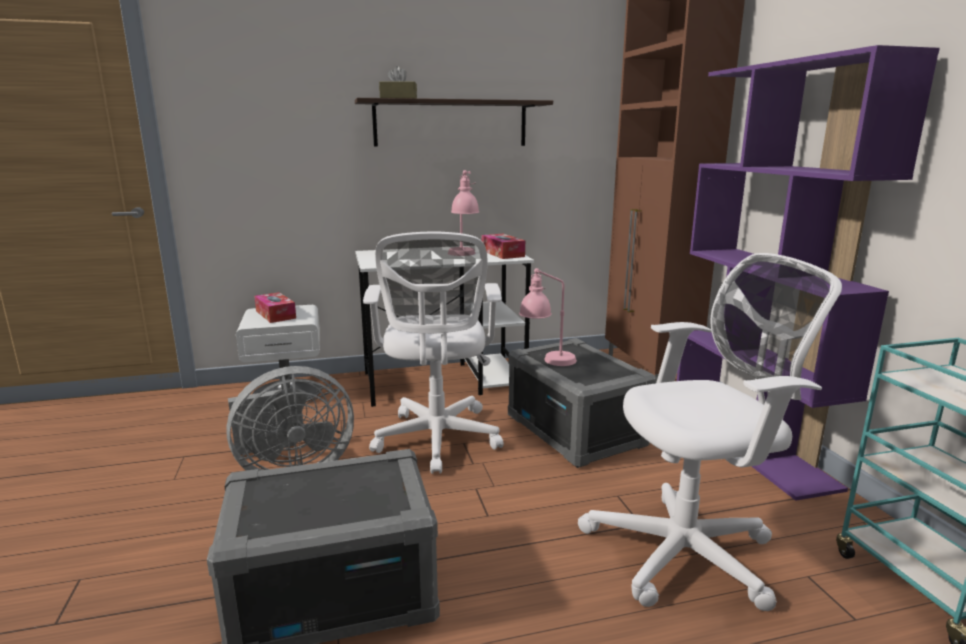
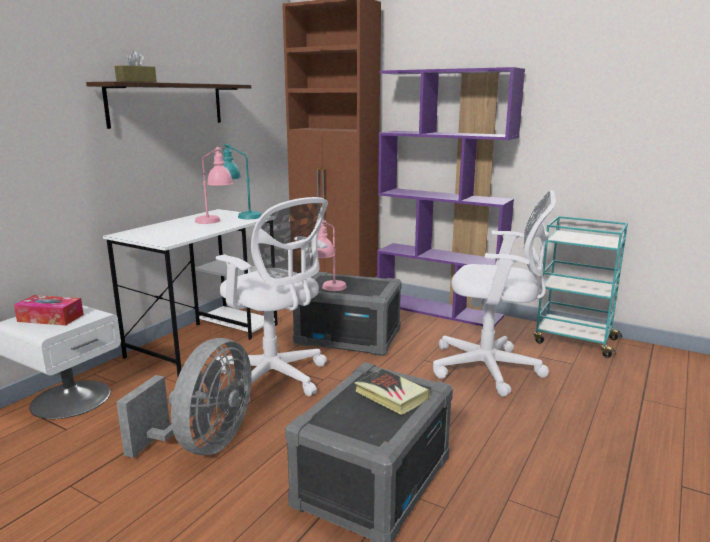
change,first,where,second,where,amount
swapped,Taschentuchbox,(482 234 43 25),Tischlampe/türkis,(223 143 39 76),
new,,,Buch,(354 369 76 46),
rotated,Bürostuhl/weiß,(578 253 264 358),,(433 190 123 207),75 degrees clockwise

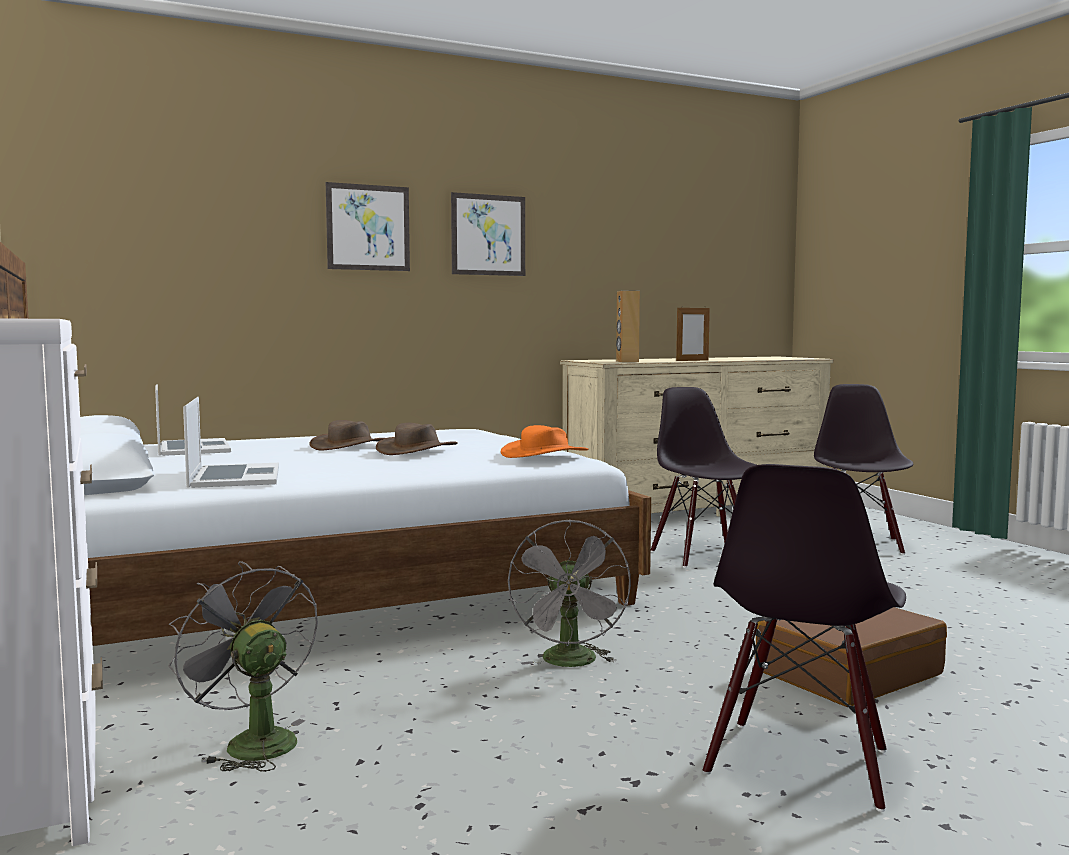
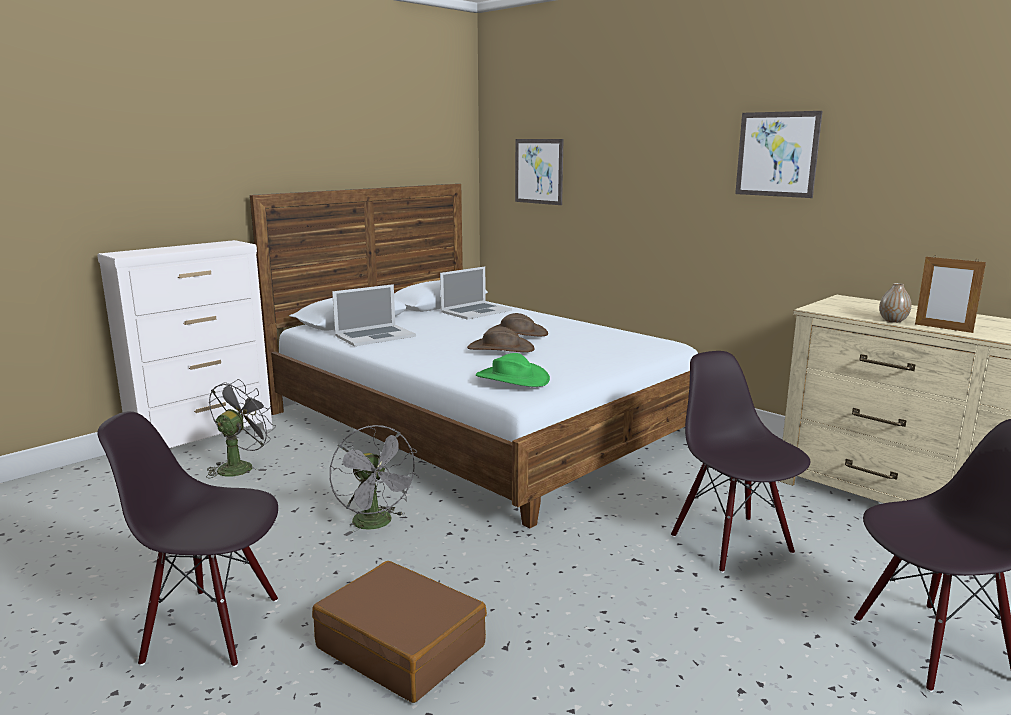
change,first,where,second,where,amount
rotated,Ventilator/grau,(508 519 123 148),,(330 425 89 111),105 degrees counterclockwise
repainted,Hut/orange,(501 425 88 33),Hut/grün,(476 353 74 34),
shifted,Bild,(326 182 84 89),,(515 139 49 66),
rotated,Stuhl/schwarz,(651 387 105 181),,(671 351 139 222),75 degrees counterclockwise
new,,,Vase,(879 283 33 40),
gone,Lautsprecher/braun,(616 291 24 71),,,

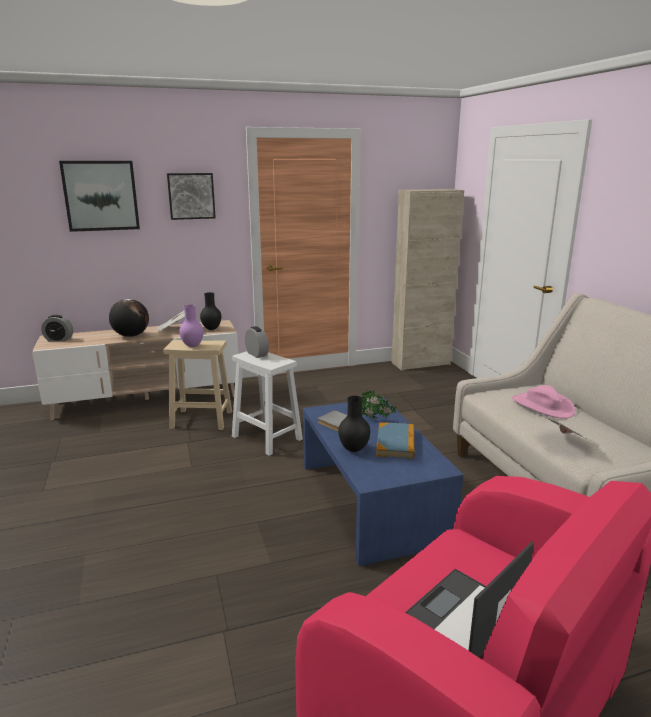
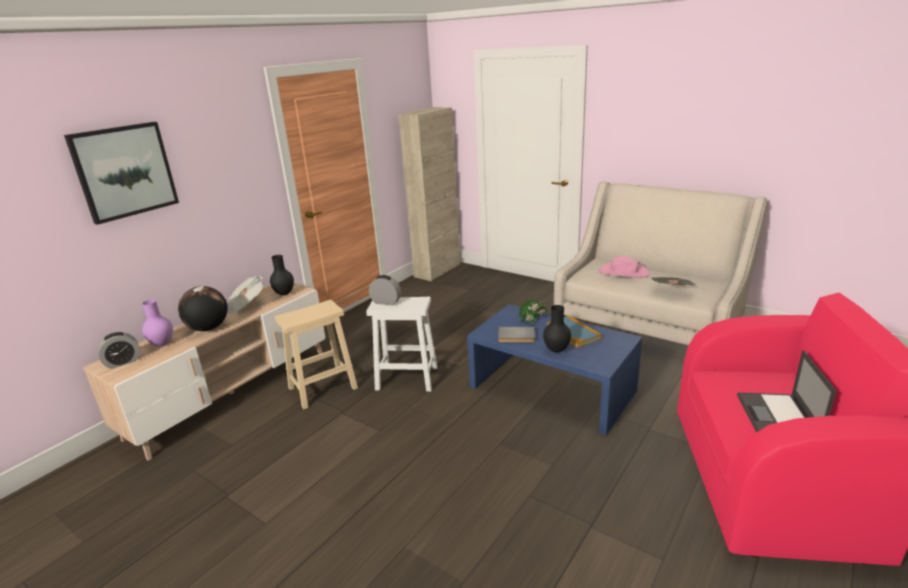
change,first,where,second,where,amount
shifted,Vase/lila,(179 305 25 42),,(142 299 31 47),
gone,Bild,(167 173 49 47),,,

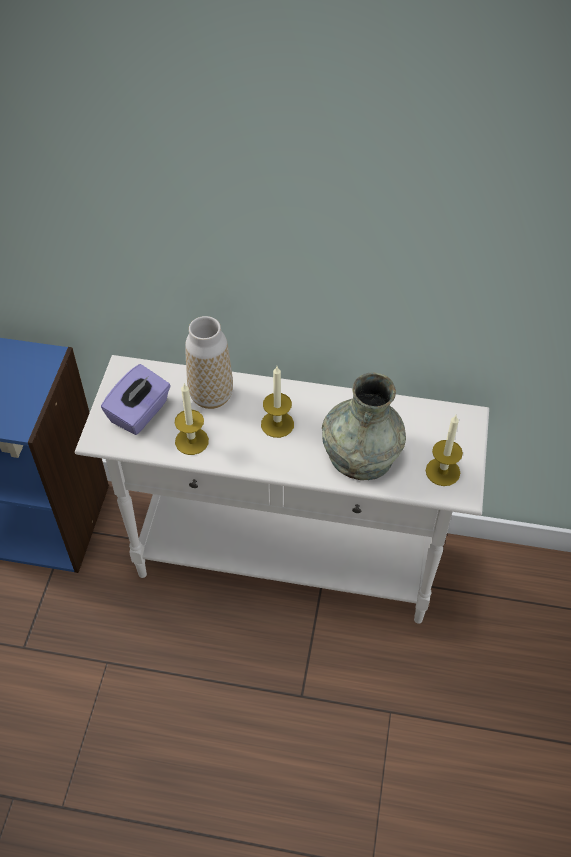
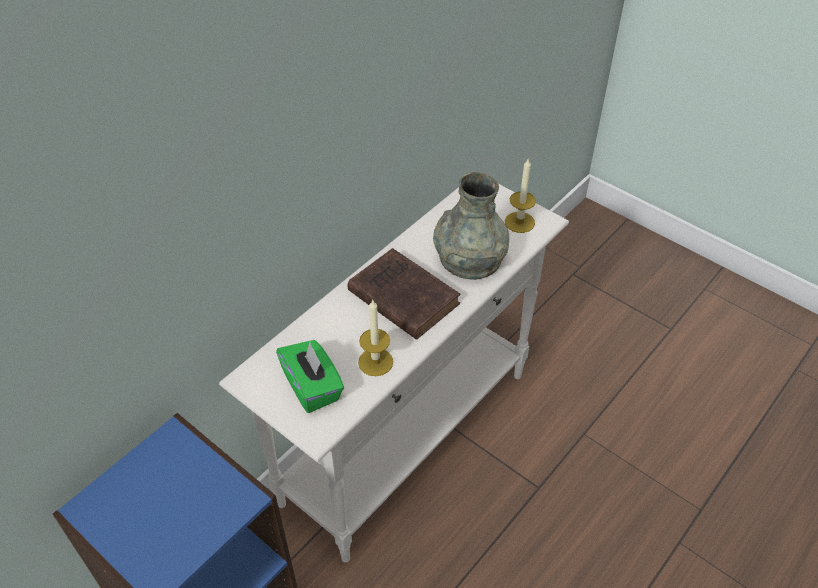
change,first,where,second,where,amount
repainted,Taschentuchbox/lila,(101 364 70 71),Taschentuchbox/grün,(276 340 68 73),
swapped,Kerze,(261 366 33 72),Buch/braun,(348 248 113 92),
gone,Vase,(185 316 48 93),,,

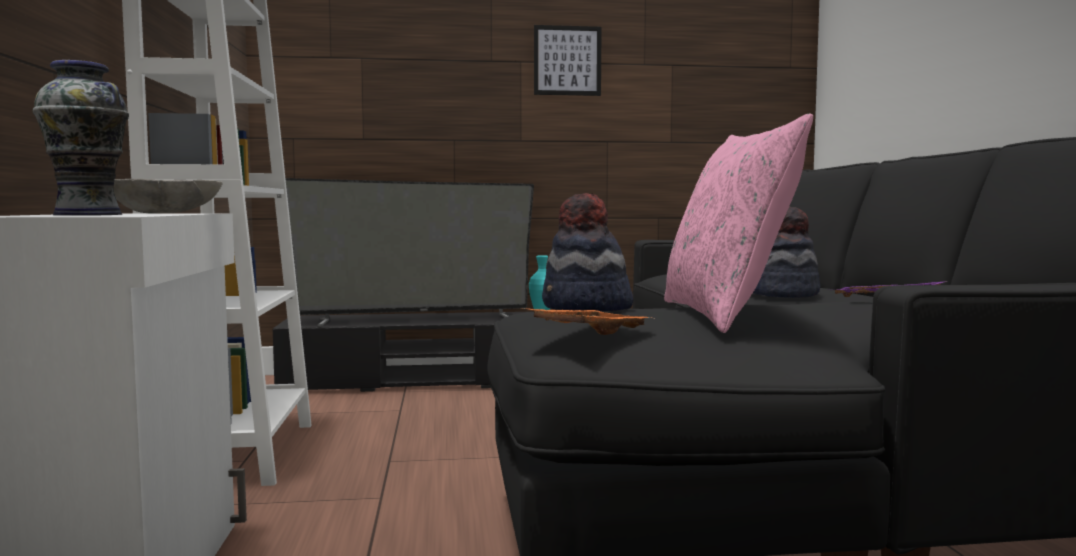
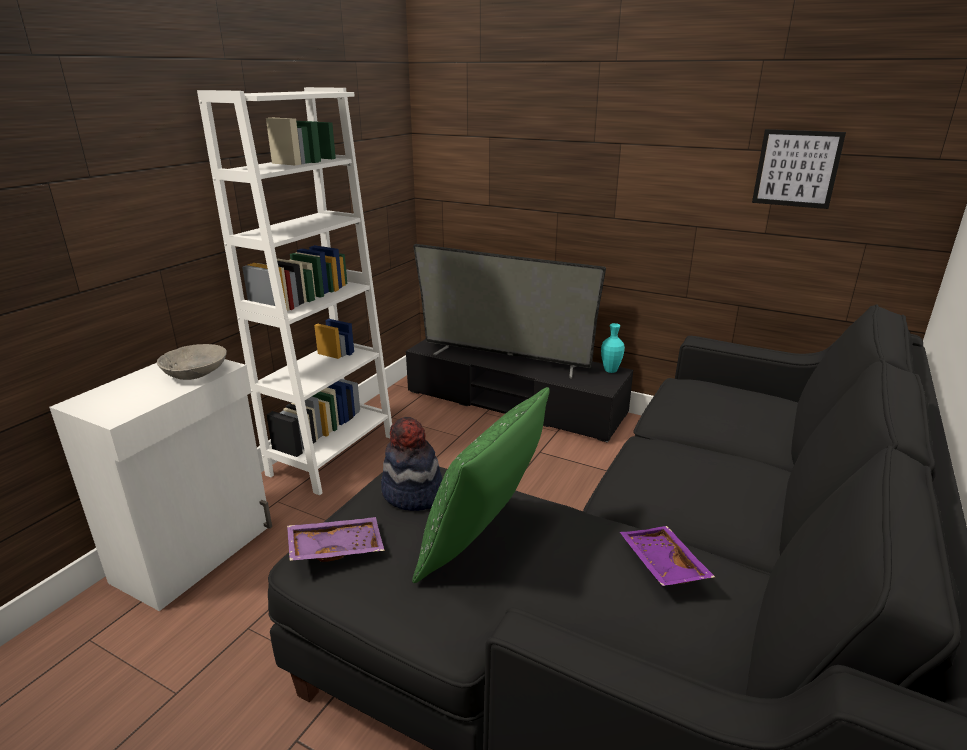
change,first,where,second,where,amount
repainted,Tablett/orange,(522 308 128 27),Tablett/lila,(287 517 98 45),
repainted,Kissen/rosa,(664 114 149 219),Kissen/grün,(412 387 138 196),
shifted,Bild,(534 25 68 71),,(752 129 94 80),
gone,Vase,(33 60 96 155),,,
gone,Hut,(753 206 67 92),,,

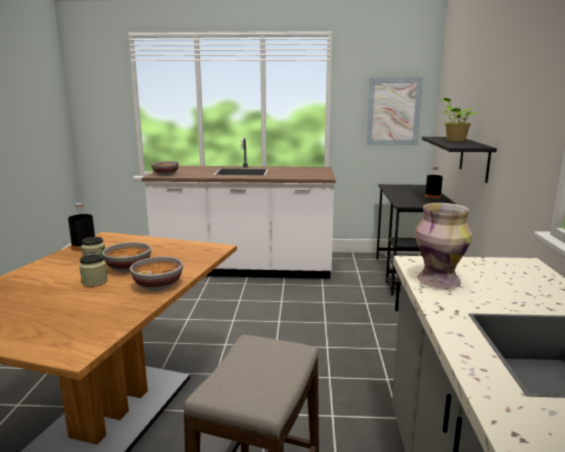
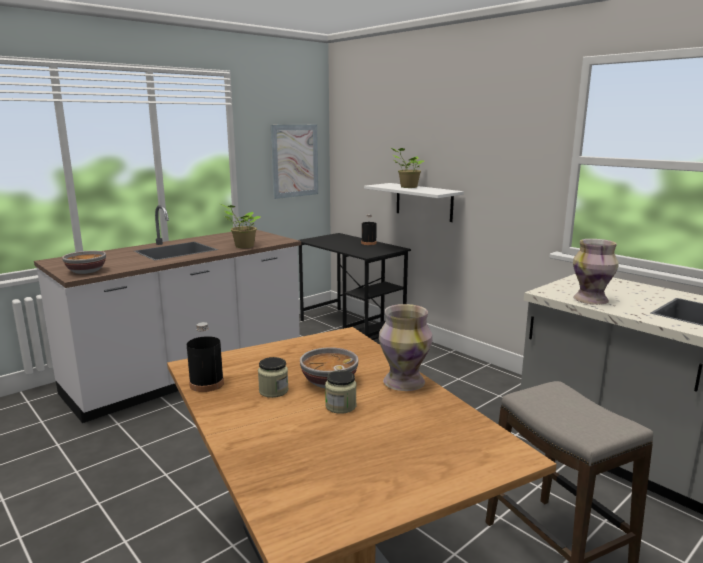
change,first,where,second,where,amount
new,,,Topfpflanze,(220 204 41 44),
repainted,Wandregal/schwarz,(422 137 75 46),Wandregal/weiß,(364 183 100 39),
swapped,Schüssel,(130 257 53 34),Vase,(379 304 53 87),

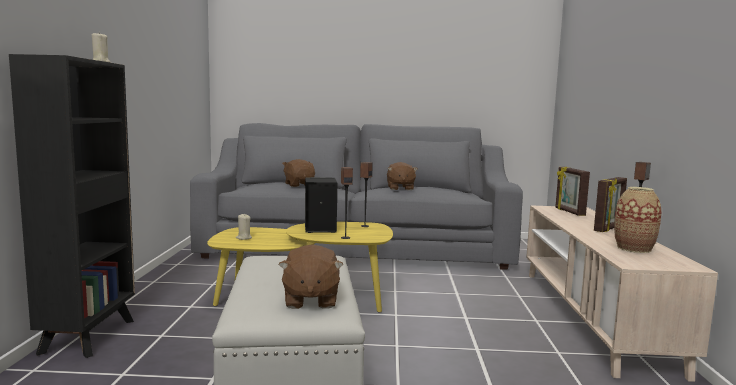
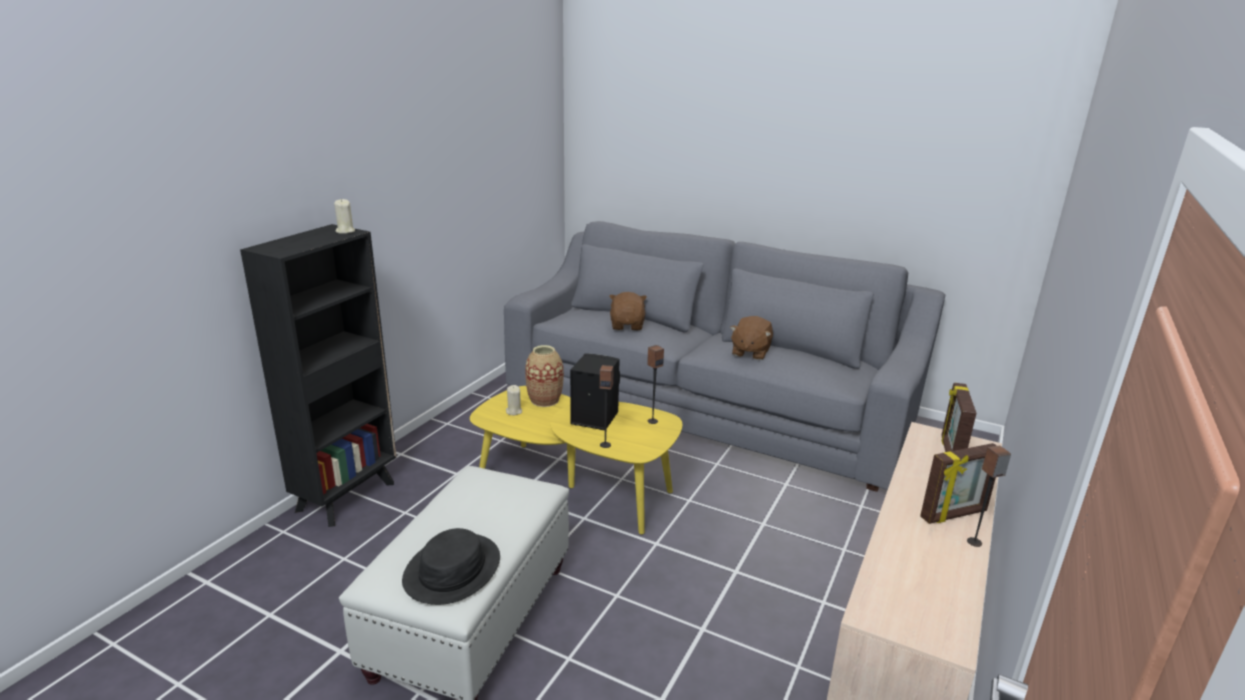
change,first,where,second,where,amount
swapped,Plüschtier/braun,(278 244 66 65),Hut/schwarz,(402 528 98 77),
shifted,Vase,(614 187 47 66),,(526 345 38 62),

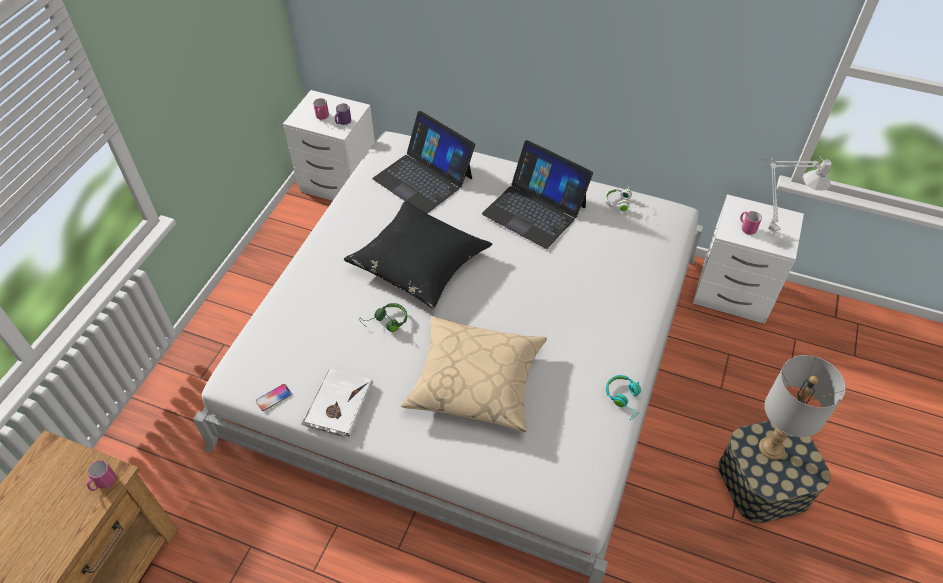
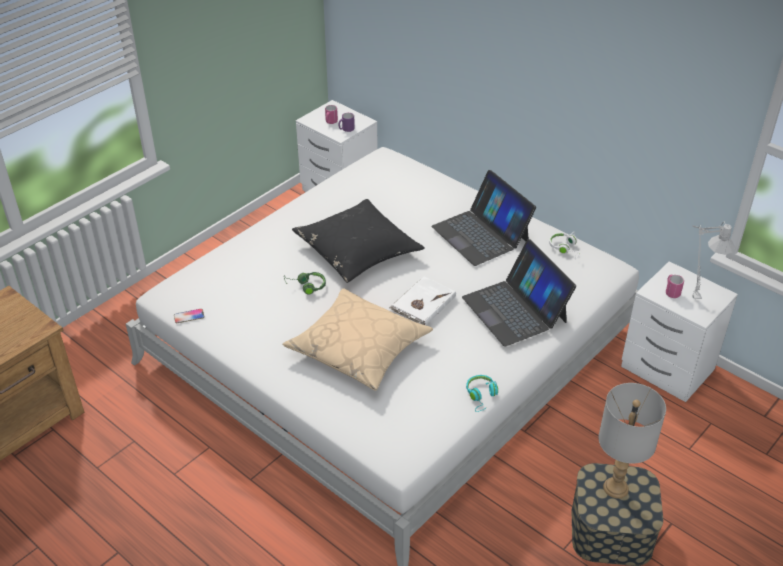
change,first,where,second,where,amount
shifted,Buch/weiß,(302 369 71 68),,(389 277 67 48),
shifted,Laptop,(372 111 103 103),,(462 239 114 108),
gone,Henkelbecher/rosa,(87 460 29 31),,,

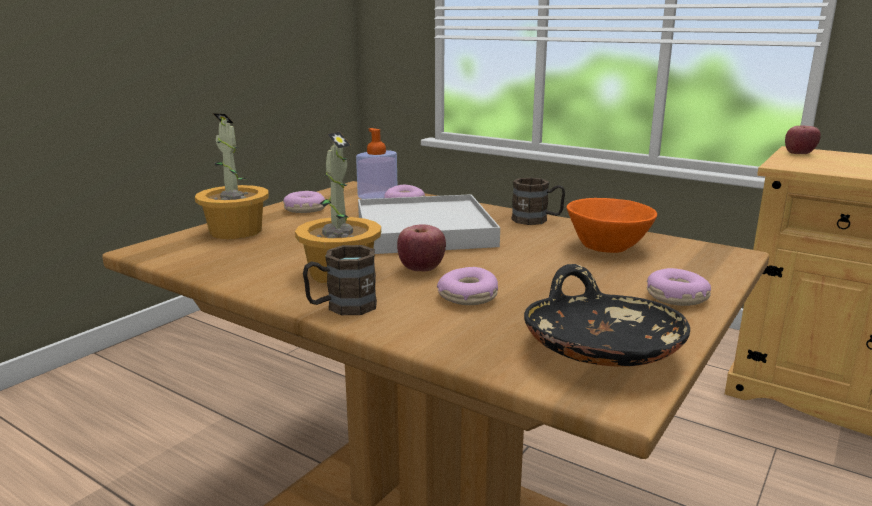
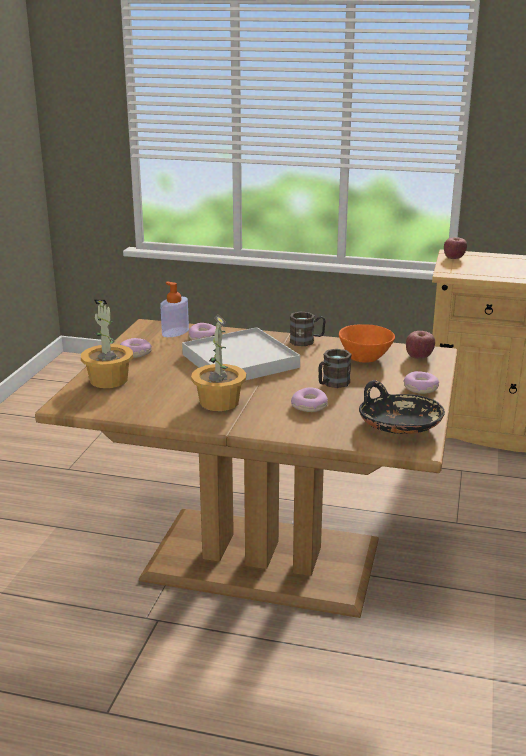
change,first,where,second,where,amount
shifted,Henkelbecher/braun,(303 245 74 70),,(318 349 34 39),
shifted,Apfel,(397 224 49 47),,(406 331 29 28),

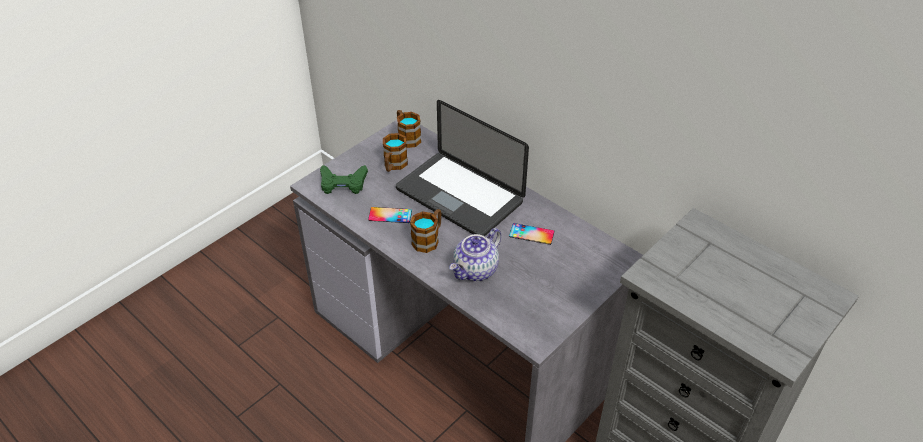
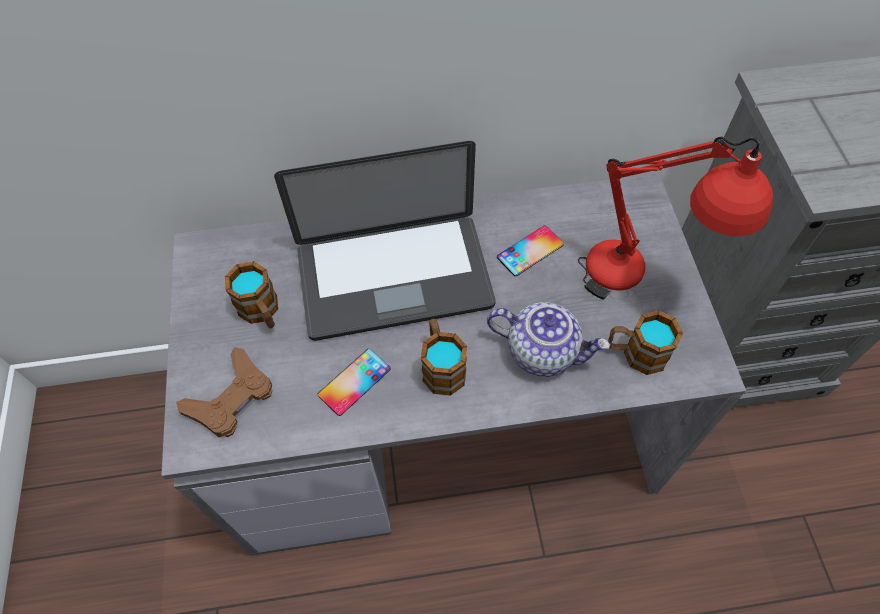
change,first,where,second,where,amount
repainted,Gamepad/grün,(320 165 48 29),Gamepad/braun,(176 347 96 90),
rotated,Teekanne,(449 228 52 53),,(487 302 123 75),60 degrees counterclockwise
new,,,Tischlampe/rot,(578 137 195 163),
shifted,Henkelbecher,(397 110 24 38),,(608 310 75 65),

